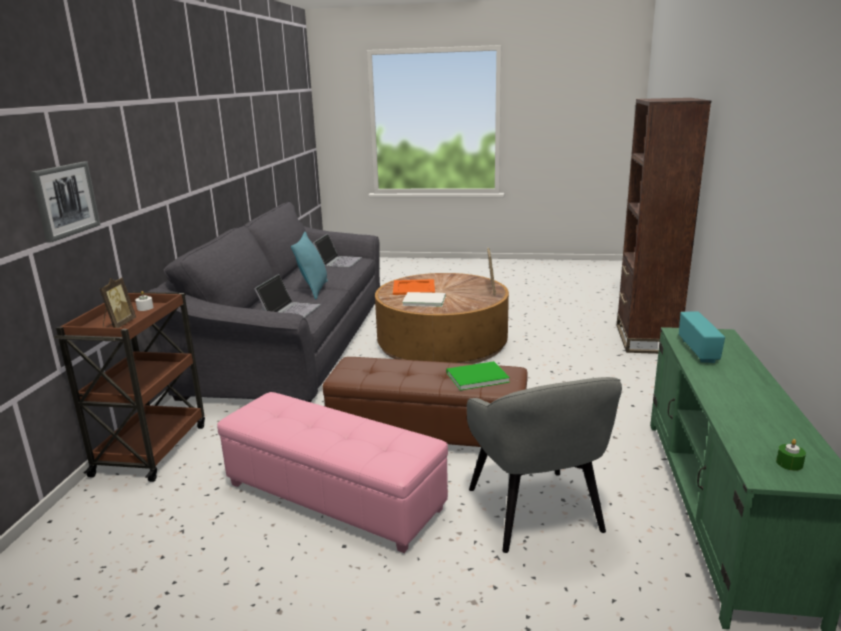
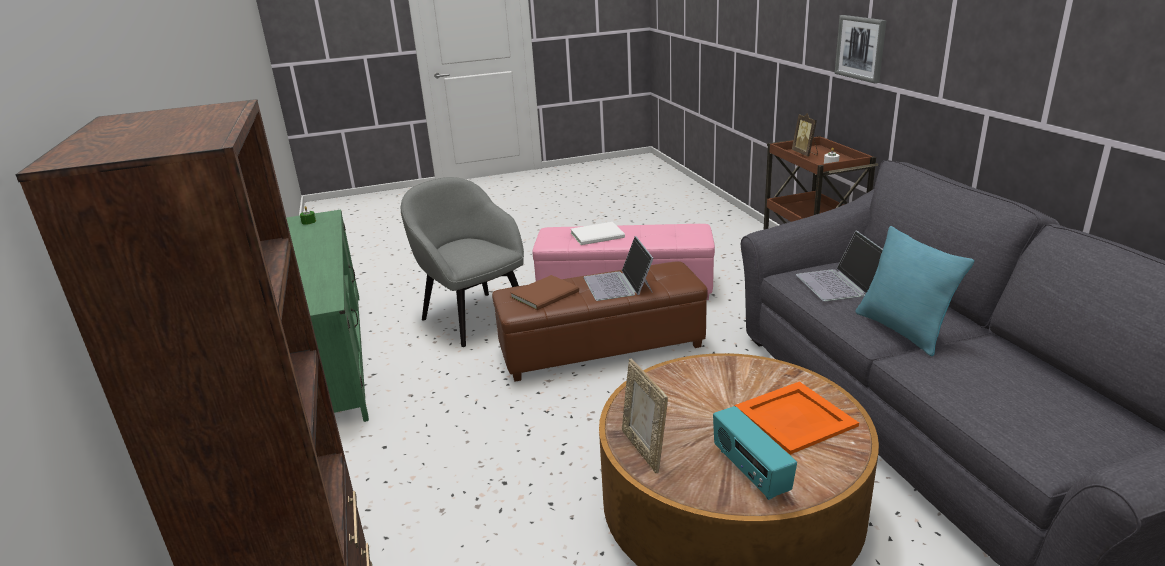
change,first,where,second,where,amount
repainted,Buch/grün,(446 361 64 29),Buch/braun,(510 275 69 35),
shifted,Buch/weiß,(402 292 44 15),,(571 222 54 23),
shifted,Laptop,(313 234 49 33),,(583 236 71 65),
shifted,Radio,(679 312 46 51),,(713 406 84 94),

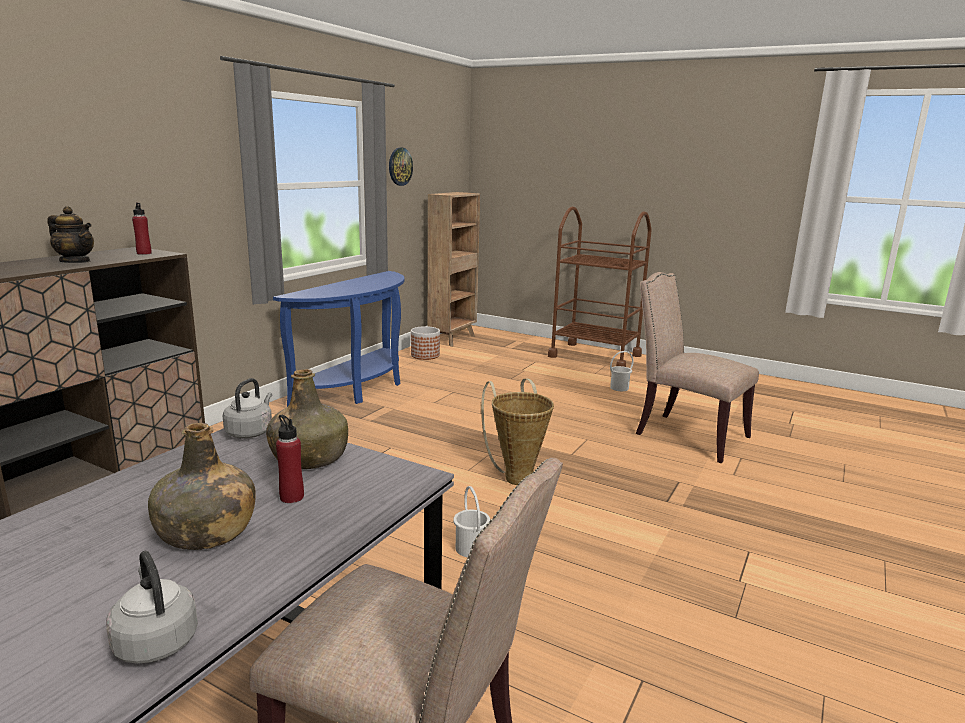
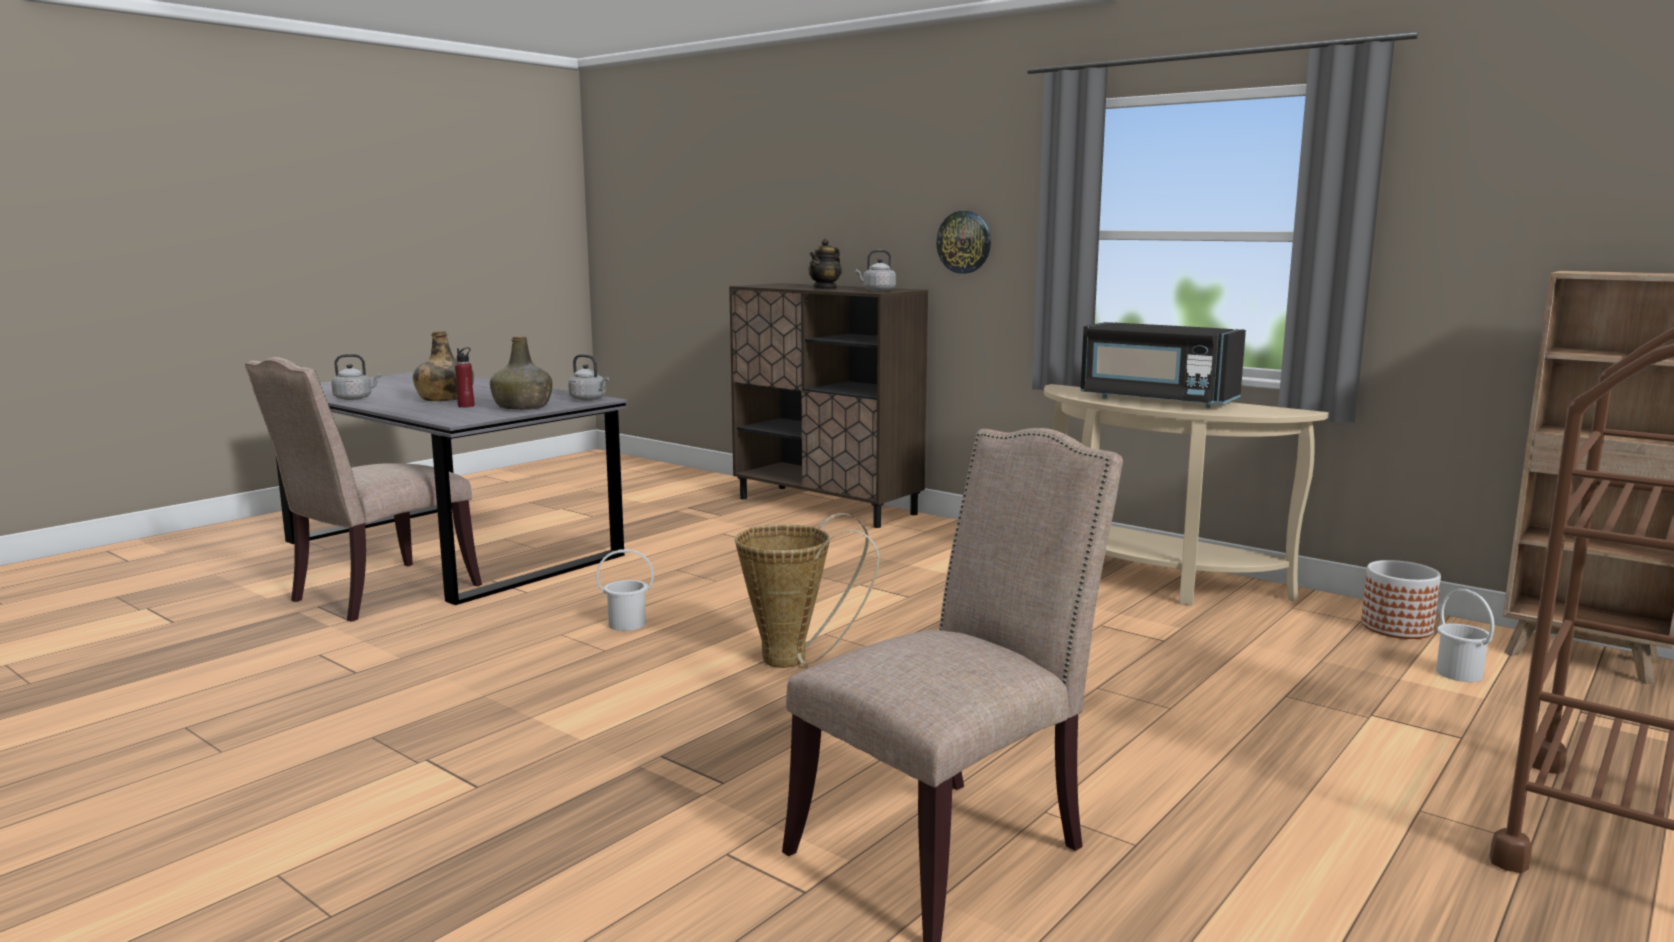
change,first,where,second,where,amount
swapped,Flasche/rot,(132 202 20 53),Wasserkessel/grau,(854 250 42 41),
shifted,Wanduhr,(389 148 24 38),,(936 211 55 63),
repainted,Konsolentisch/blau,(273 271 132 136),Konsolentisch/beige,(1044 384 285 222),
new,,,Mikrowelle/schwarz,(1080 322 166 86),
shifted,Eimer/weiß,(610 351 24 40),,(1436 589 58 93),

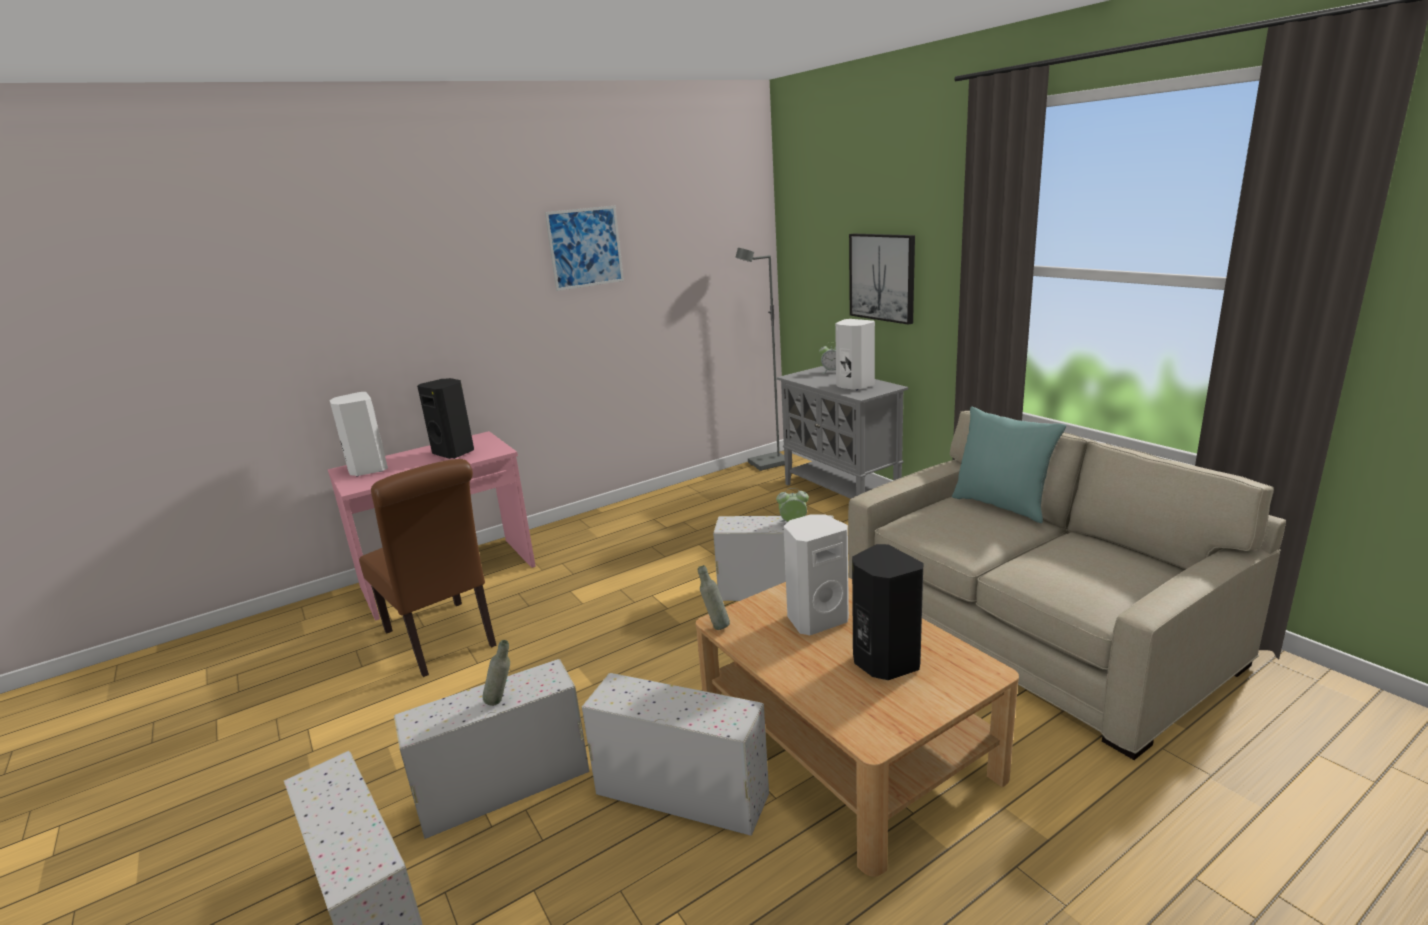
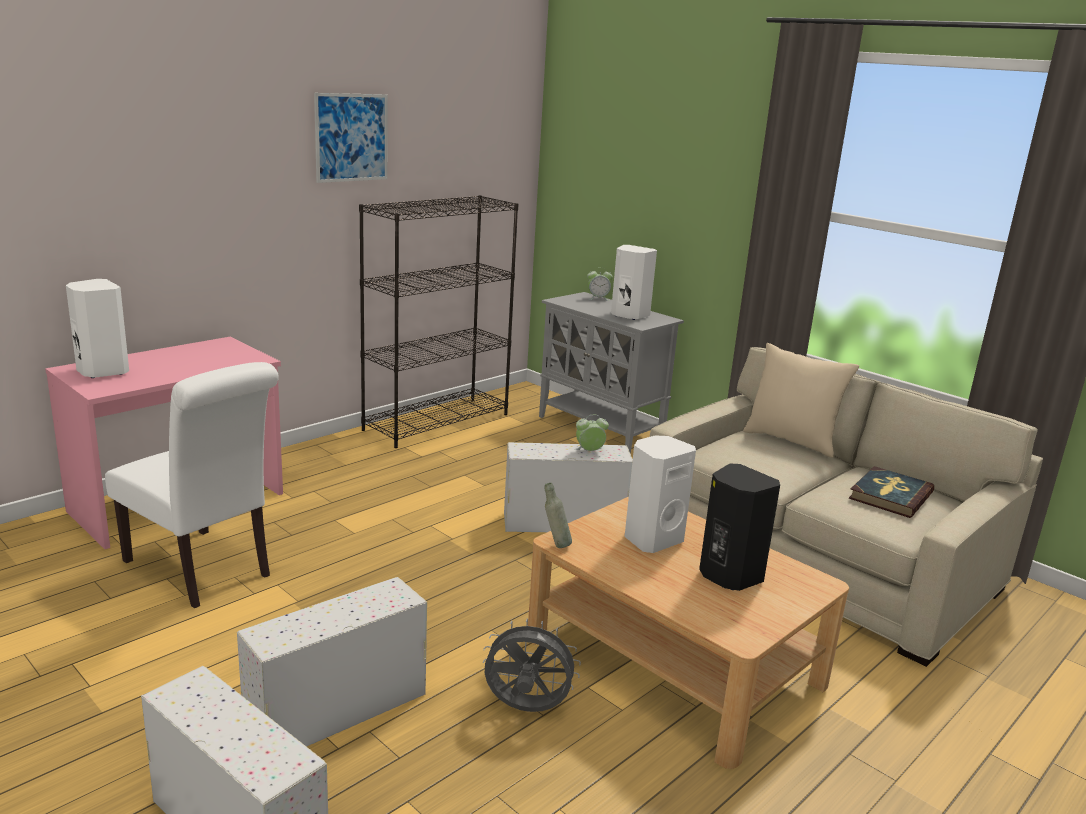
change,first,where,second,where,amount
repainted,Stuhl/braun,(359 459 138 218),Stuhl/weiß,(105 362 174 246),
new,,,Bücherregal/schwarz,(359 195 159 253),
swapped,Aufbewahrungsbox/weiß,(582 673 187 163),Ventilator/grau,(483 618 98 94),
repainted,Kissen/türkis,(952 406 114 117),Kissen/beige,(743 343 116 115),
new,,,Buch,(849 466 85 52),
gone,Lautsprecher/schwarz,(417 378 57 81),,,
gone,Flasche/grau,(483 640 27 66),,,
gone,Stehlampe/grau,(735 248 50 223),,,
gone,Bild,(849 234 66 91),,,

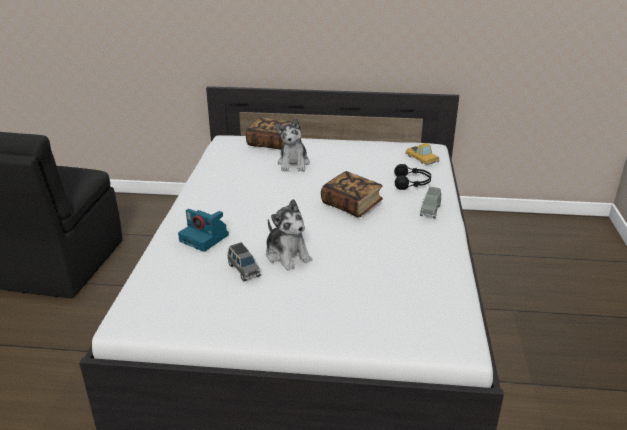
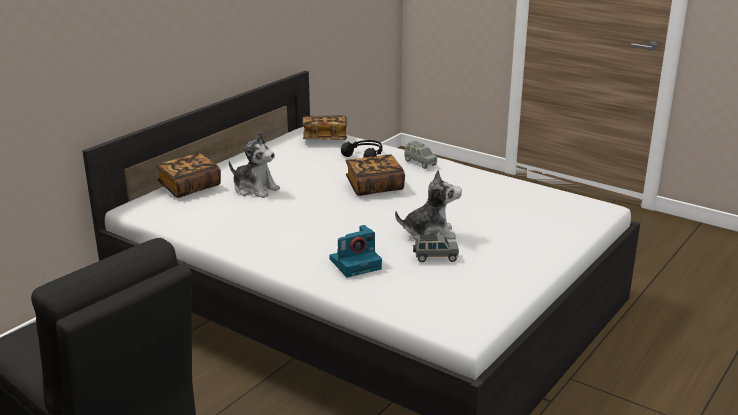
change,first,where,second,where,amount
swapped,Spielzeugauto,(405 143 35 22),Buch,(303 115 44 25),

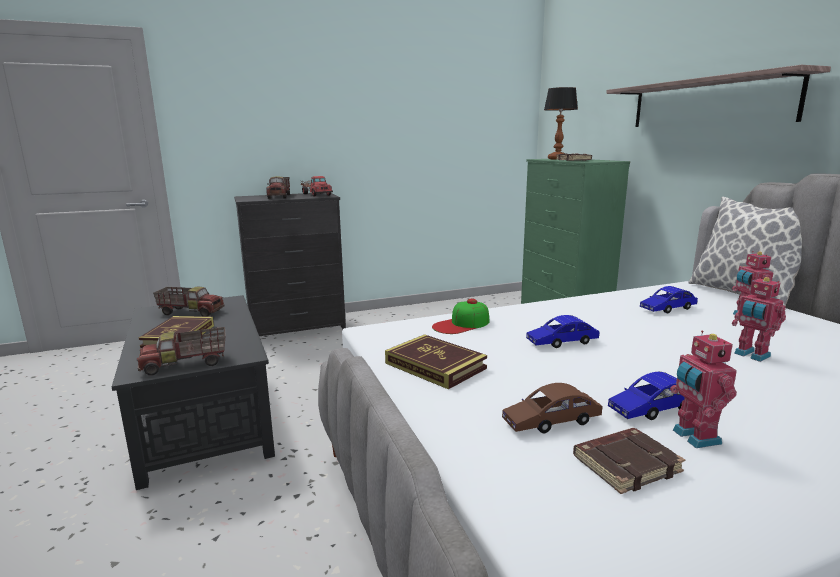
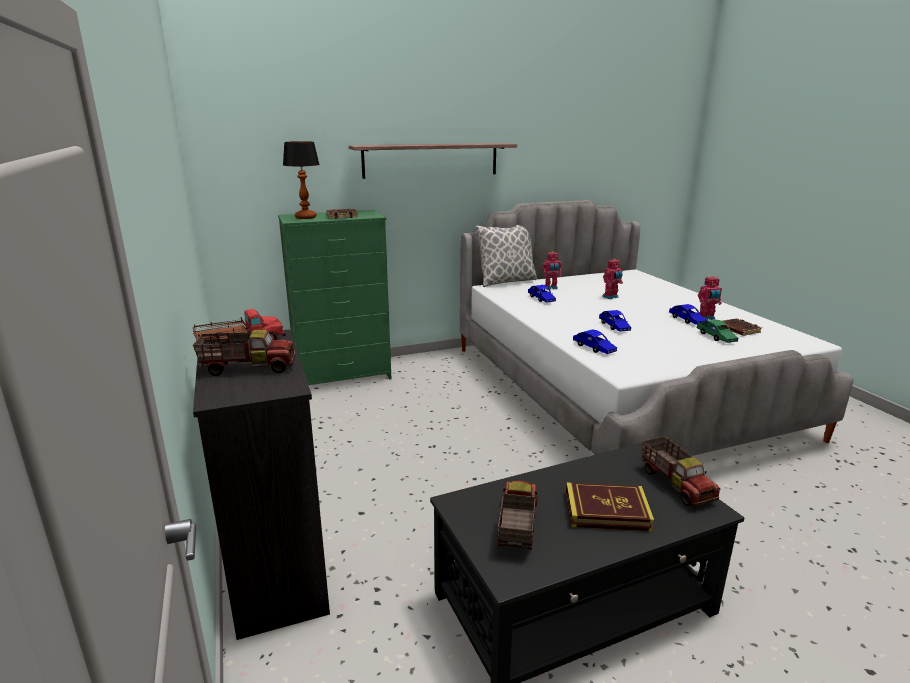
change,first,where,second,where,amount
swapped,Kappe,(432 299 57 35),Spielzeugauto/blau,(573 330 44 24),
repainted,Spielzeugauto/braun,(502 383 101 50),Spielzeugauto/grün,(697 320 41 23),
gone,Buch,(385 334 102 55),,,

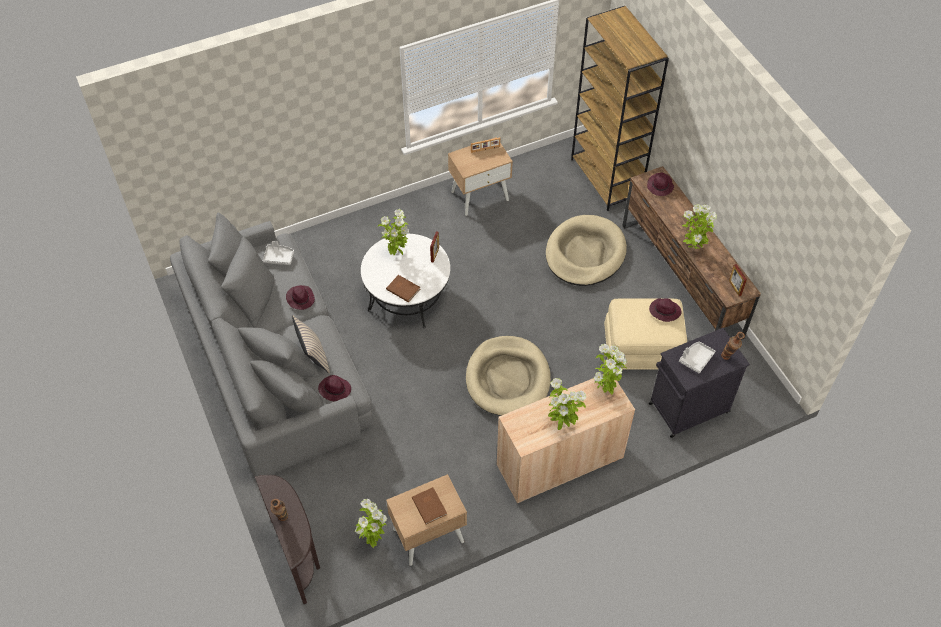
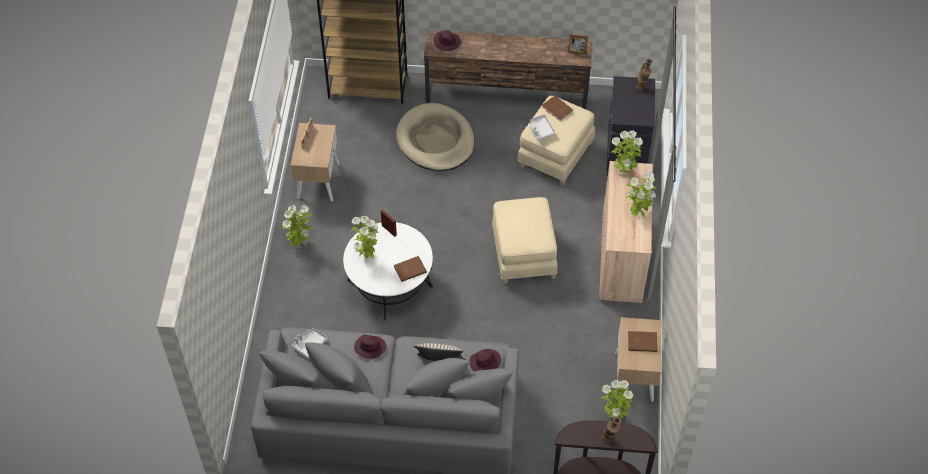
change,first,where,second,where,amount
shifted,Topfpflanze,(682 204 35 45),,(281 205 31 41),
swapped,Hundebett/beige,(466 336 85 80),Polsterhocker/beige,(492 197 65 87),
shifted,Tablett/grau,(679 341 37 32),,(530 114 26 27),
swapped,Hut/lila,(649 298 33 24),Buch/braun,(542 96 31 25),

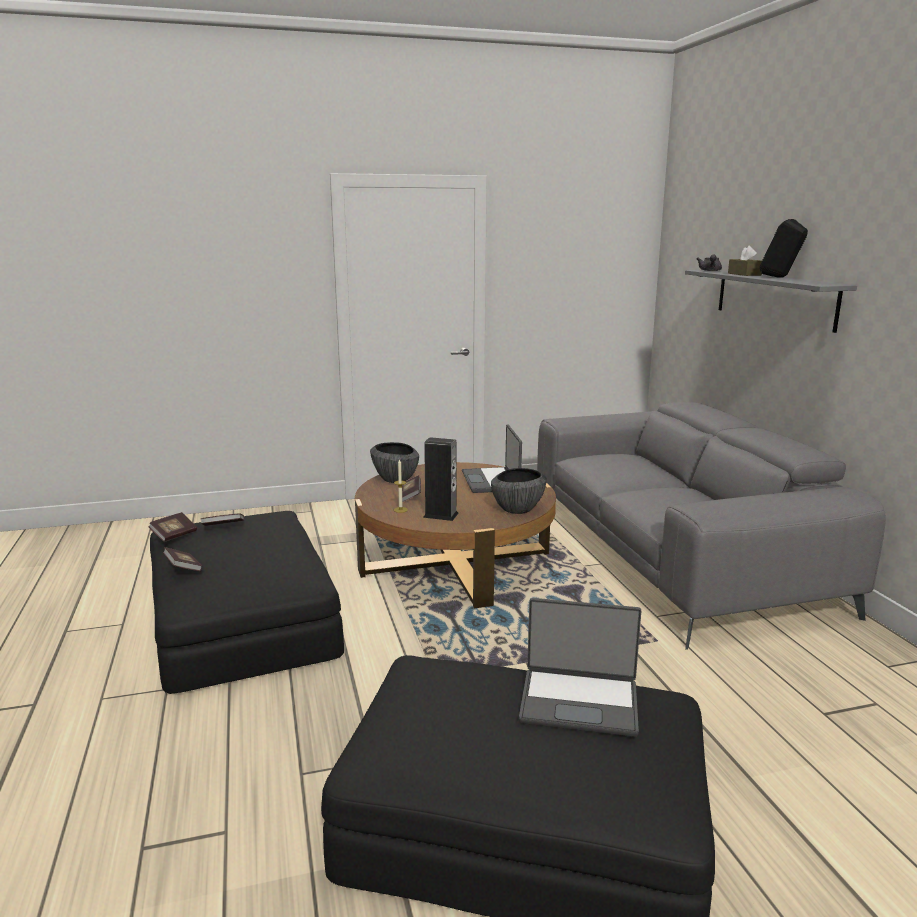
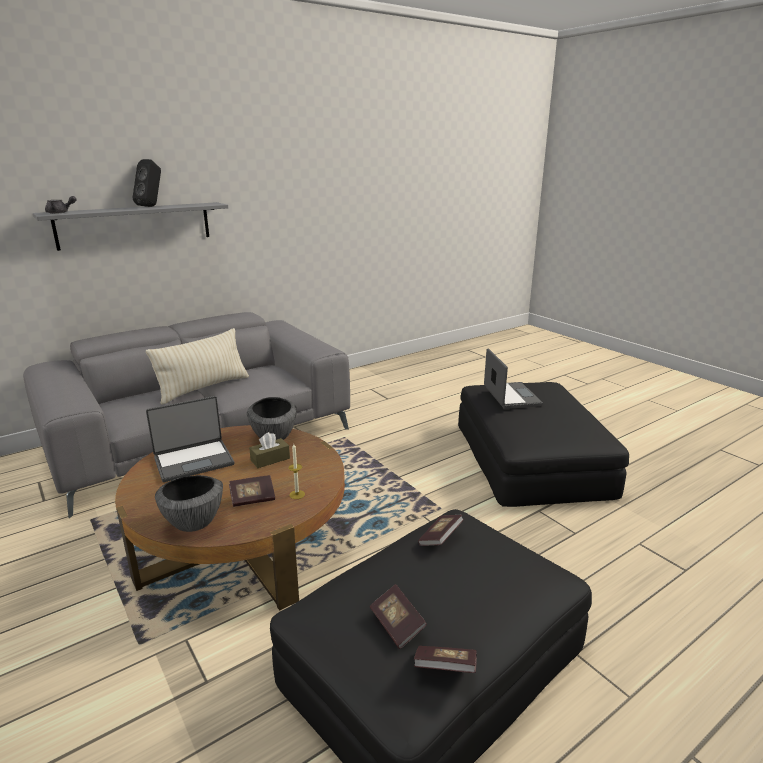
change,first,where,second,where,amount
new,,,Kissen/beige,(146 328 103 77),
shifted,Taschentuchbox/braun,(728 246 34 30),,(249 432 41 36),
shifted,Buch,(163 547 39 24),,(418 515 46 31),
gone,Lautsprecher,(423 437 36 84),,,

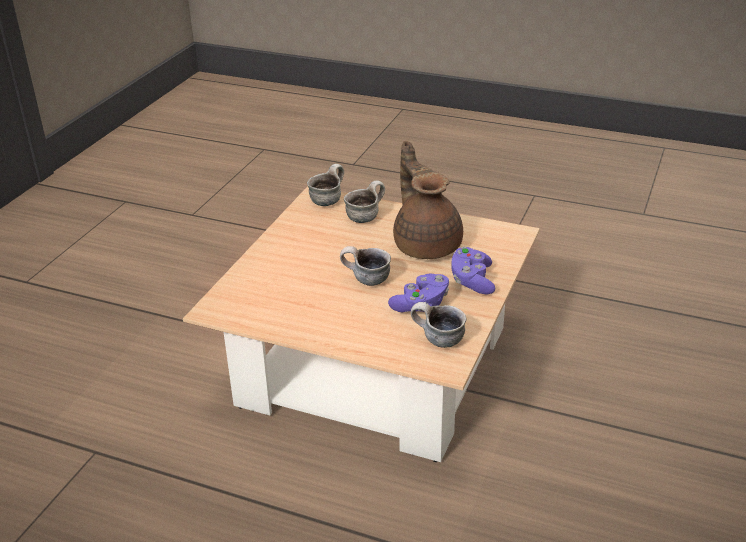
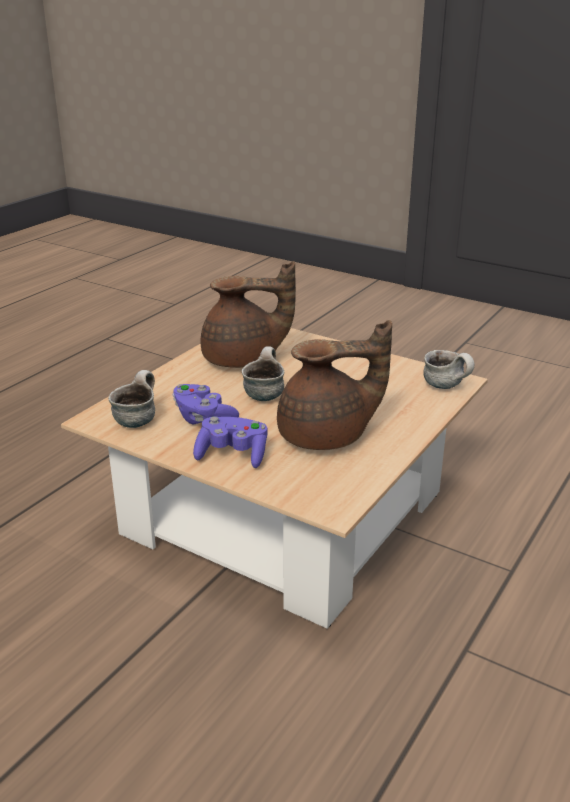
change,first,where,second,where,amount
new,,,Teekanne/braun,(201 261 95 107),
gone,Henkelbecher,(344 180 41 43),,,

